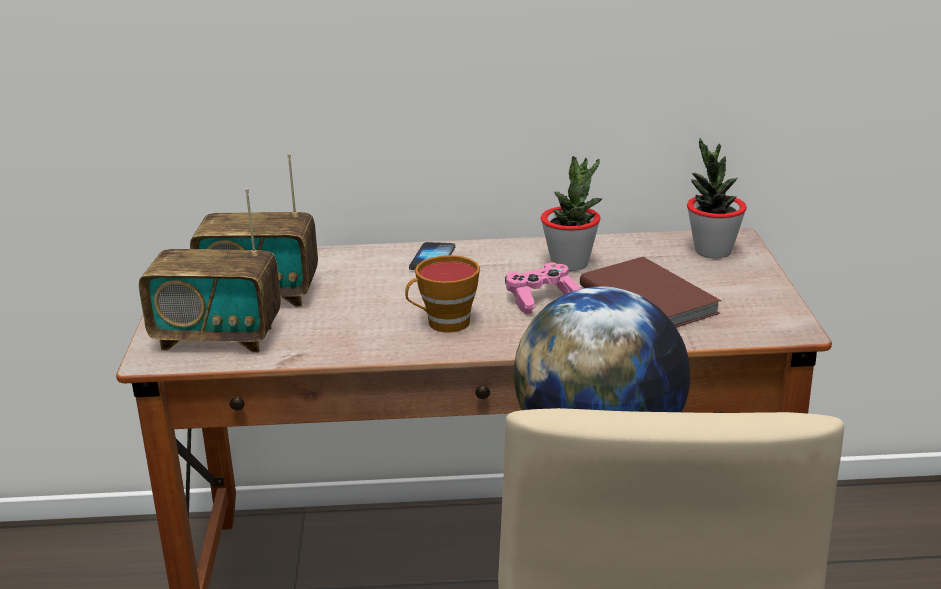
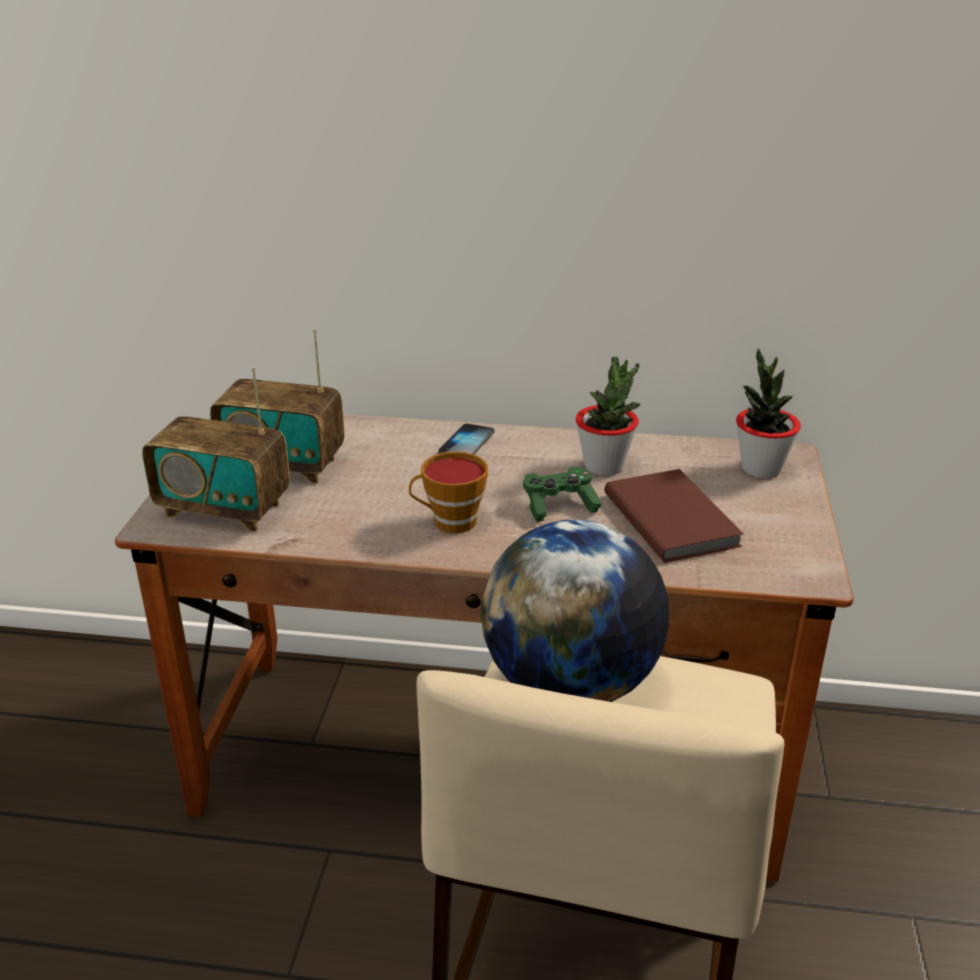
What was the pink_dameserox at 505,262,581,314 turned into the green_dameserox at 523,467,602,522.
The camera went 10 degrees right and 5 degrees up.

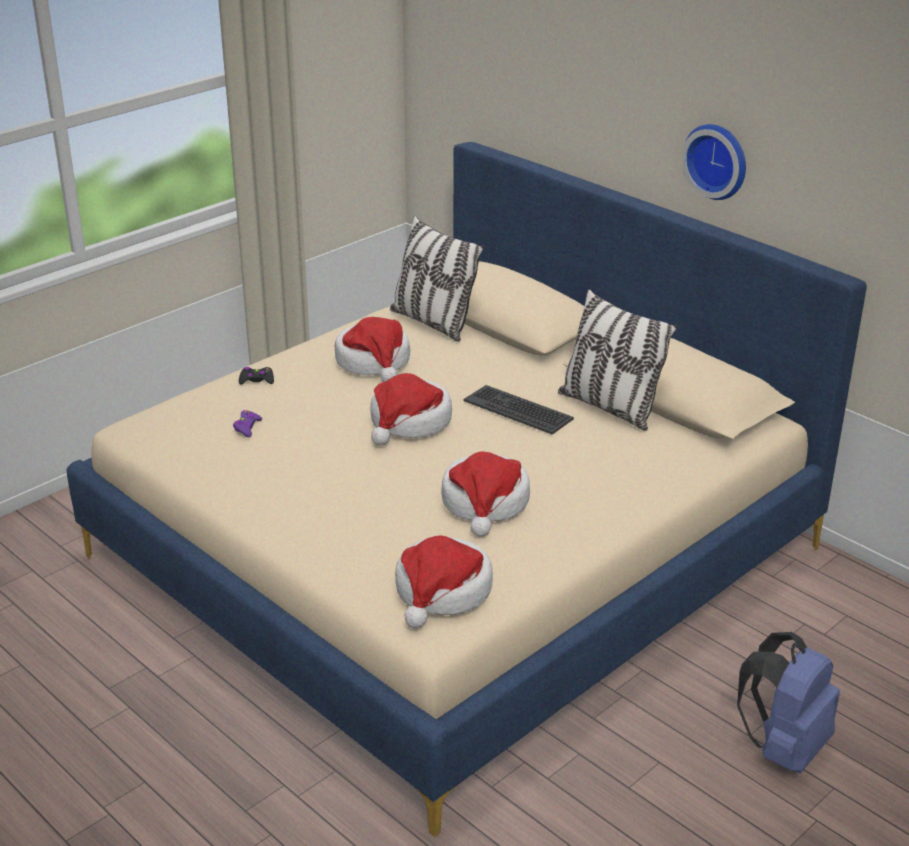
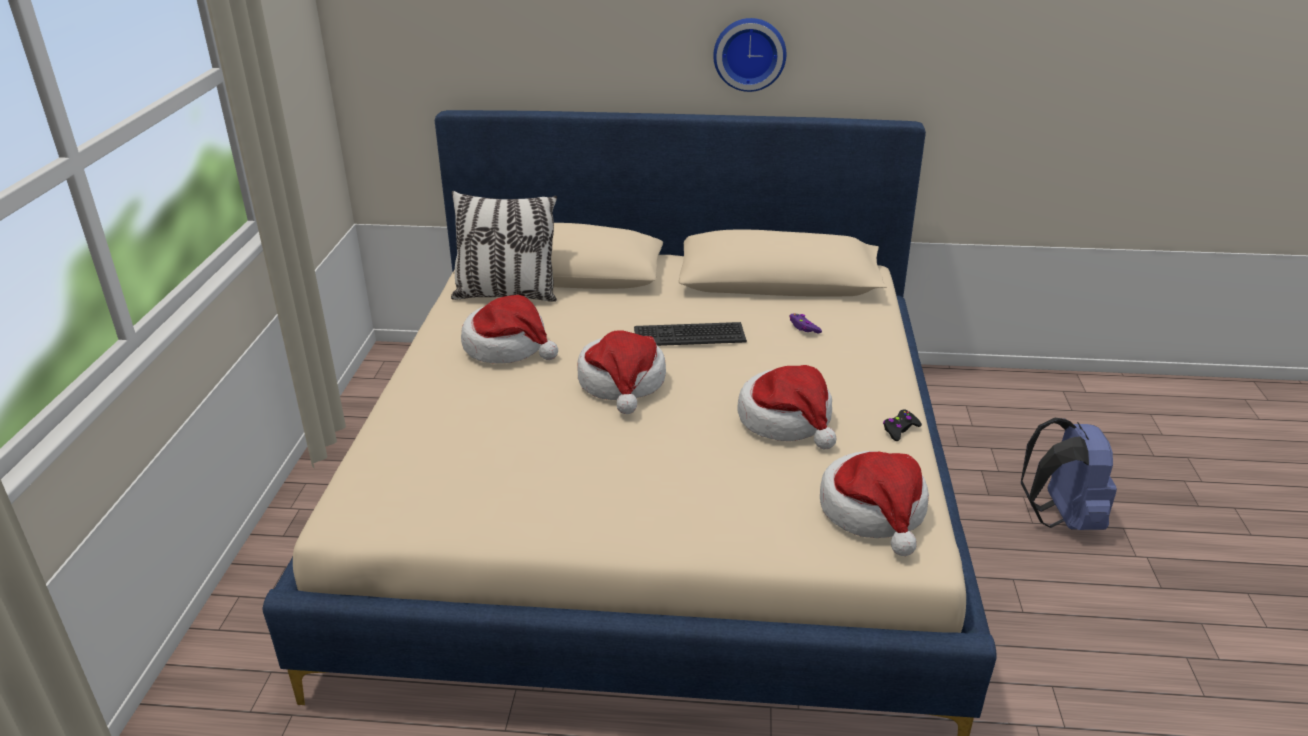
The purple_dameserox ended up elsewhere, having gone from 233,410,262,437 to 790,313,822,334.
The black_dameserox ended up elsewhere, having gone from 239,367,274,385 to 883,410,922,441.
The second view lost the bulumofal at 558,289,677,431.
The camera went 40 degrees left and 0 degrees up.

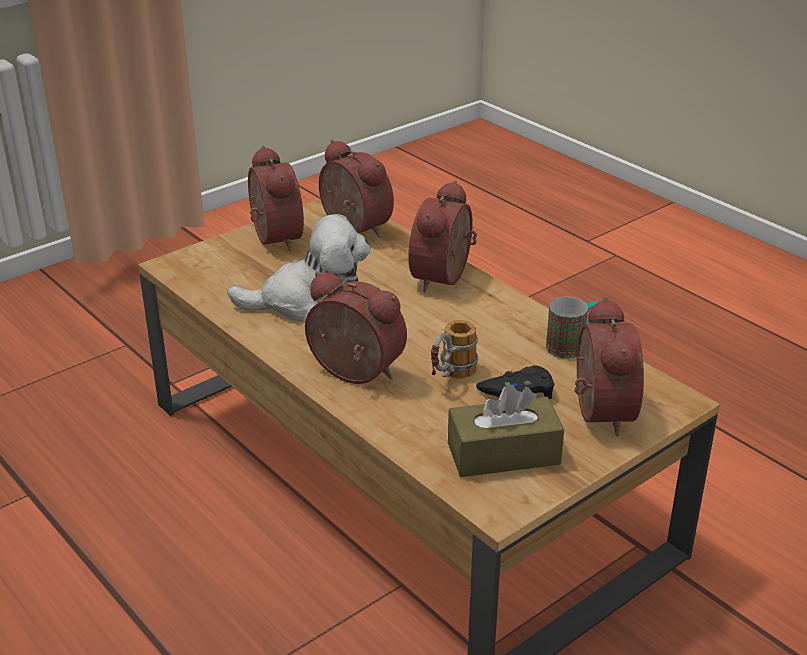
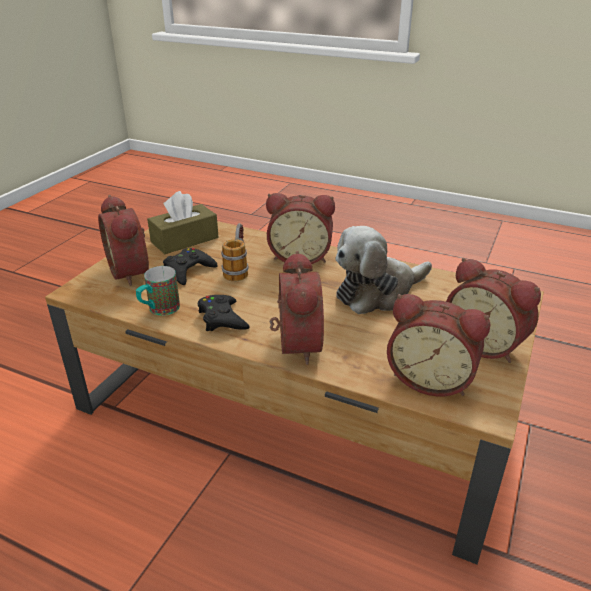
The second view gained the black_dameserox at 198,295,250,331.
The camera went 155 degrees right and 0 degrees up.

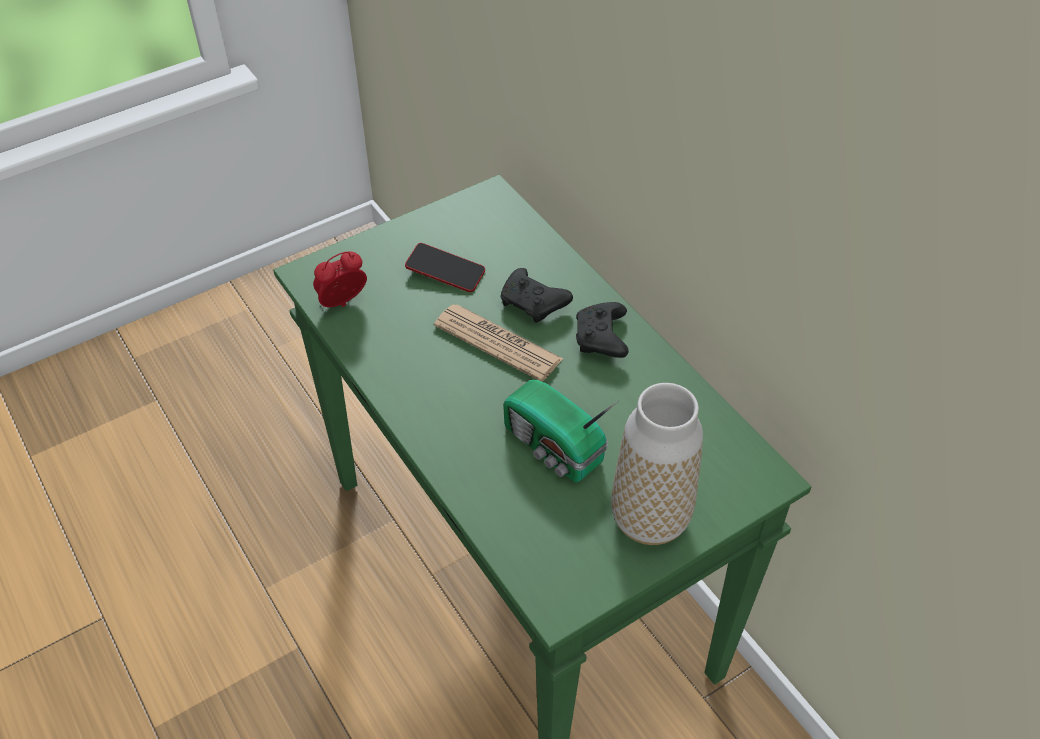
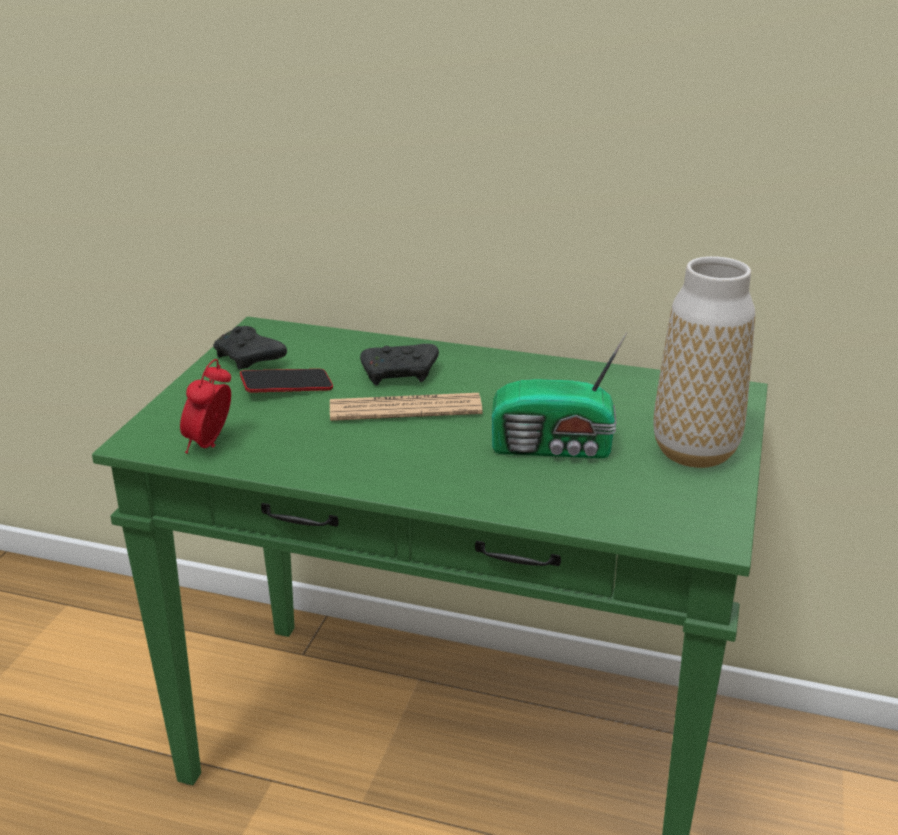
The black_dameserox ended up elsewhere, having gone from 576,302,629,358 to 213,326,287,369.
The camera went 40 degrees left and 20 degrees down.

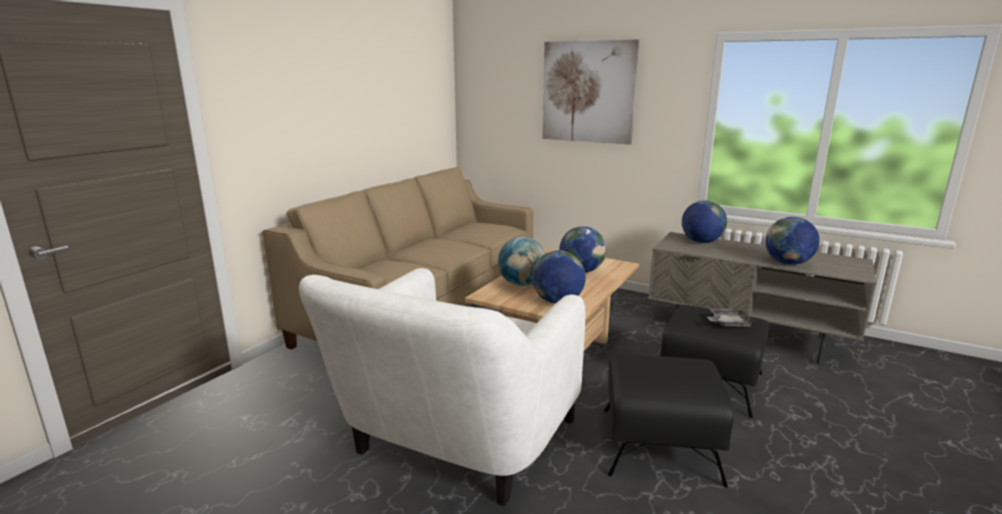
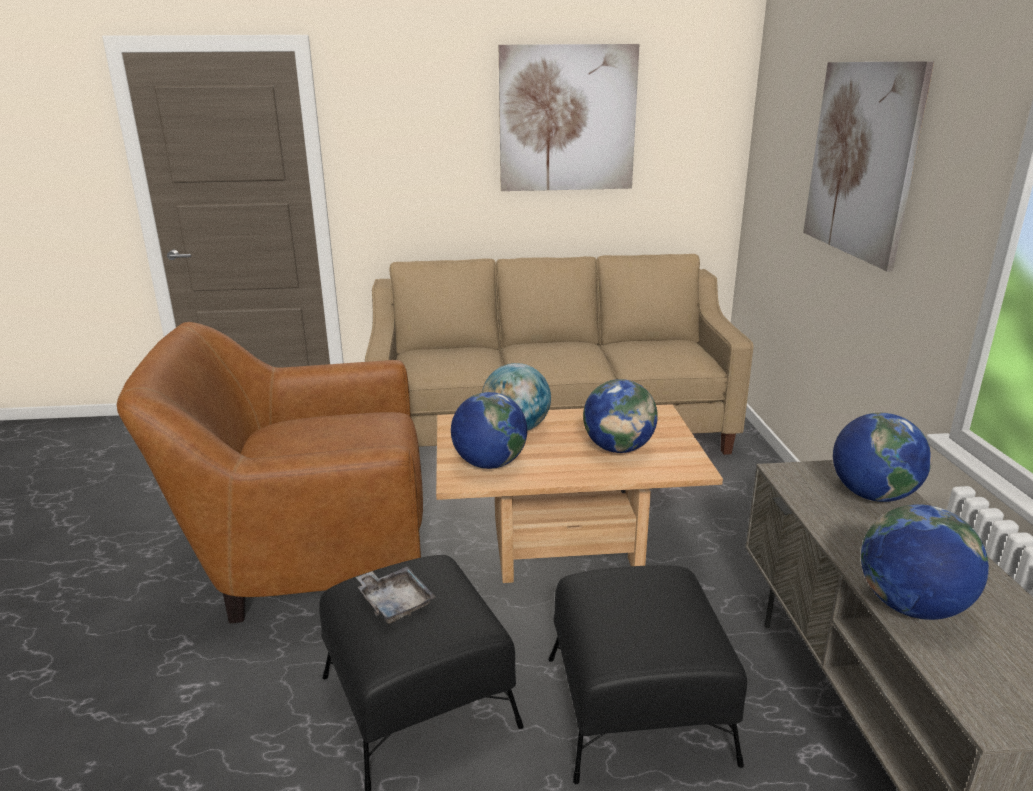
What was the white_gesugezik at 299,268,585,506 turned into the brown_gesugezik at 117,322,423,623.
The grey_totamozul ended up elsewhere, having gone from 707,309,755,327 to 356,566,436,624.
The second view gained the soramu at 499,44,639,191.
The camera went 55 degrees right and 5 degrees up.

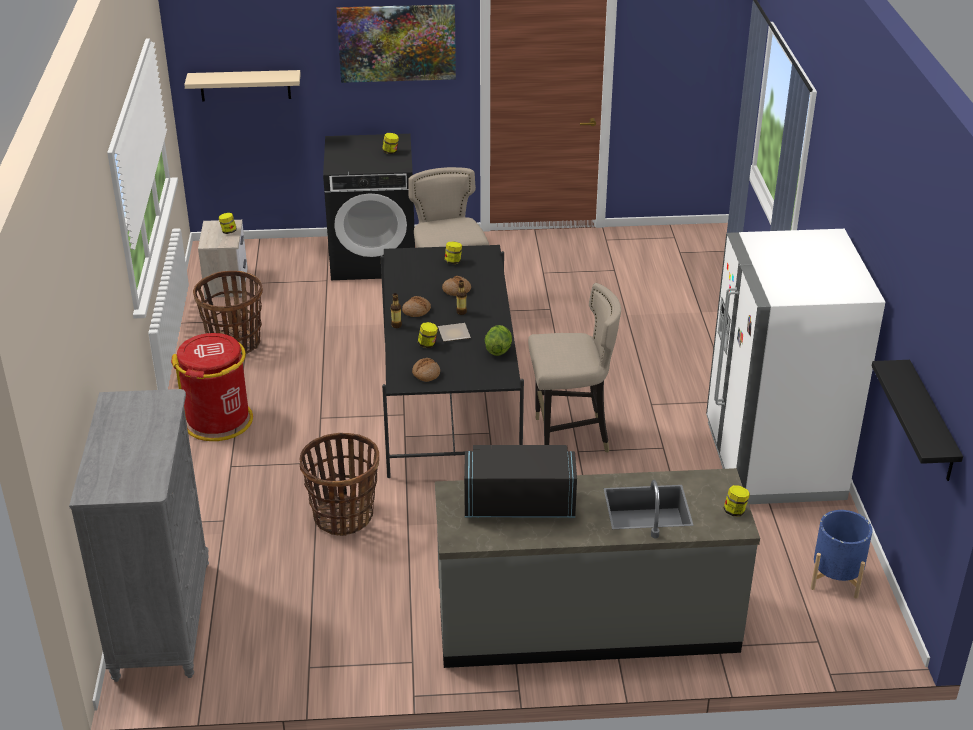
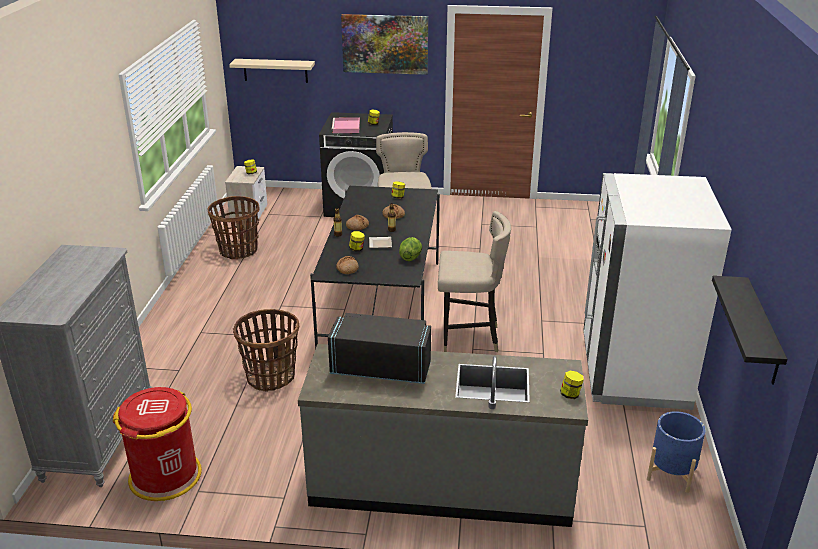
The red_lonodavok ended up elsewhere, having gone from 171,333,253,441 to 113,387,202,501.
The second view gained the pink_totamozul at 332,117,360,133.
The camera went 10 degrees right and 5 degrees down.

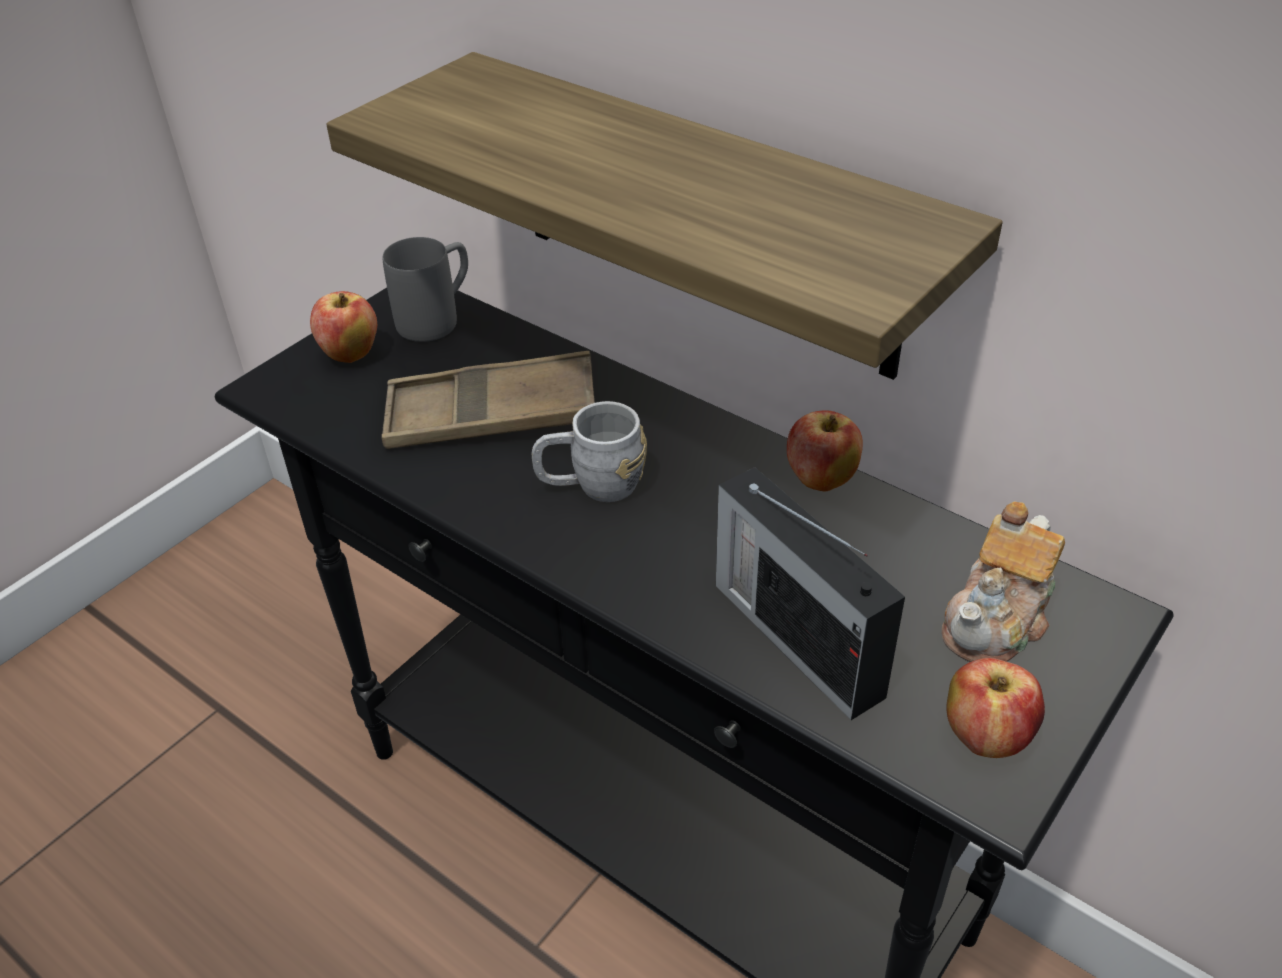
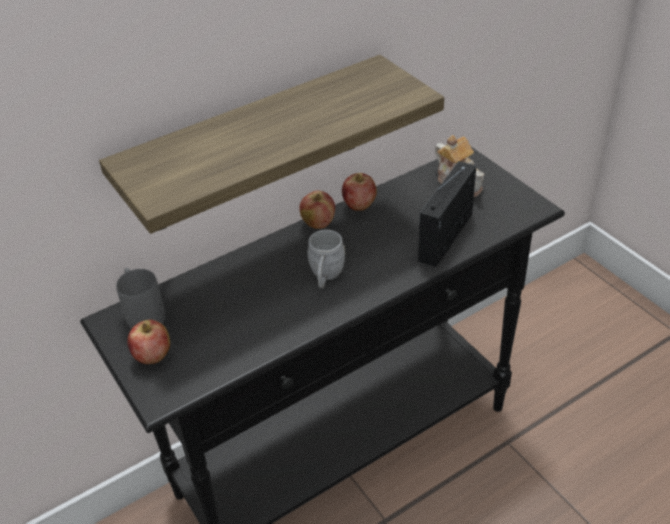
The second view lost the brown_totamozul at 381,351,595,449.
The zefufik at 716,467,905,720 ended up facing another way, 135 degrees clockwise from before.
The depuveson ended up elsewhere, having gone from 946,658,1045,758 to 299,190,335,229.
The camera went 70 degrees left and 0 degrees up.

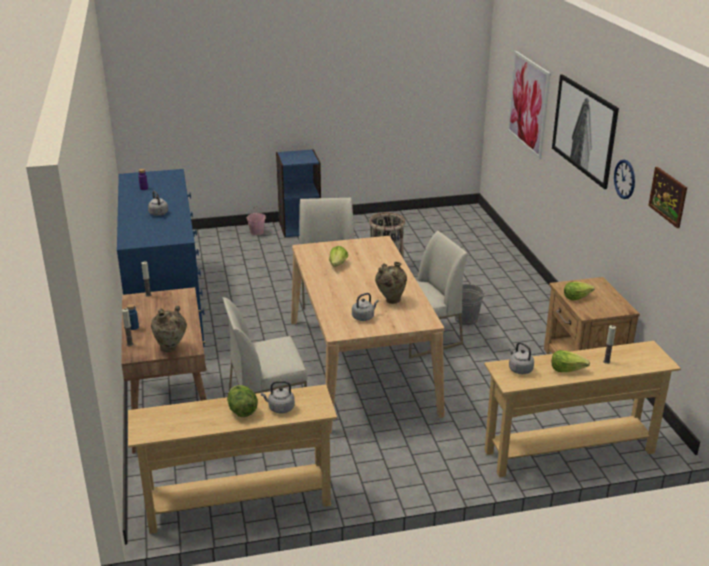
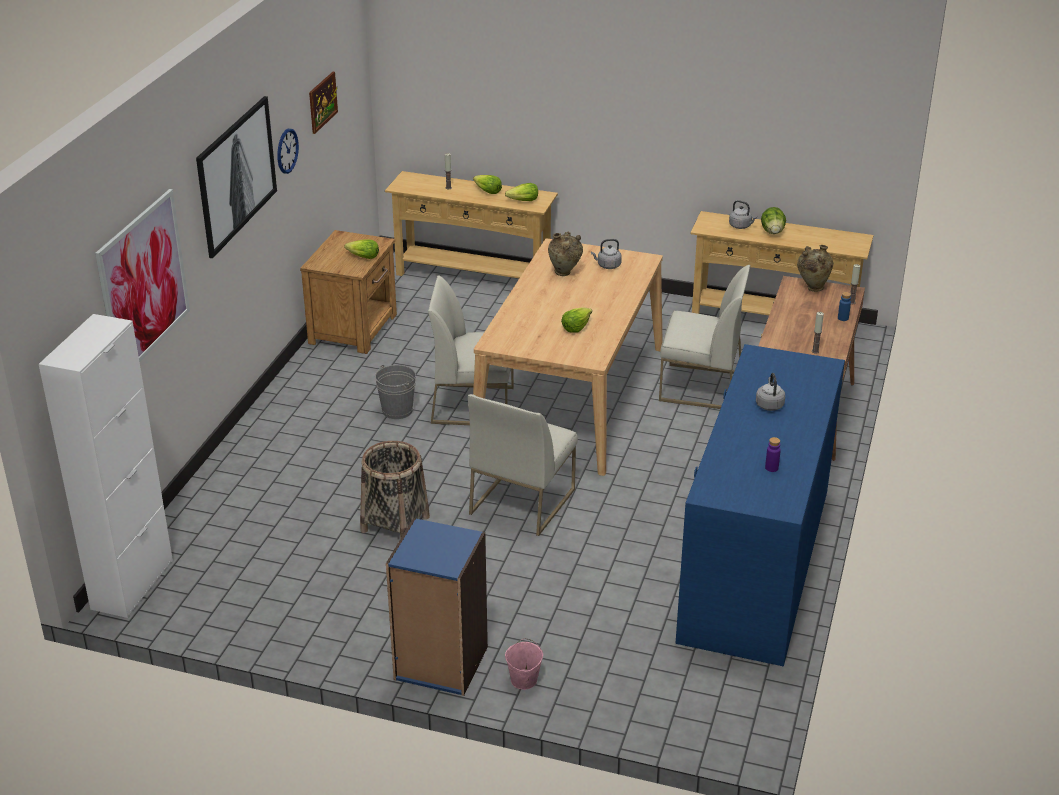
Where the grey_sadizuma stood at 509,342,534,374, the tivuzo came to stand at 505,183,538,201.
The second view gained the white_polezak at 39,314,173,618.
The camera went 150 degrees left and 5 degrees up.

